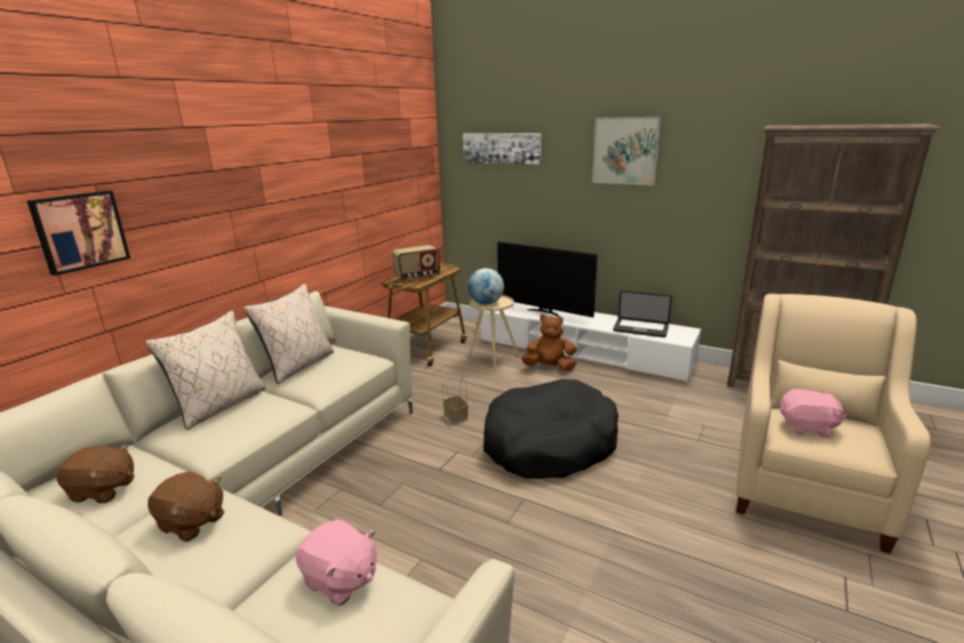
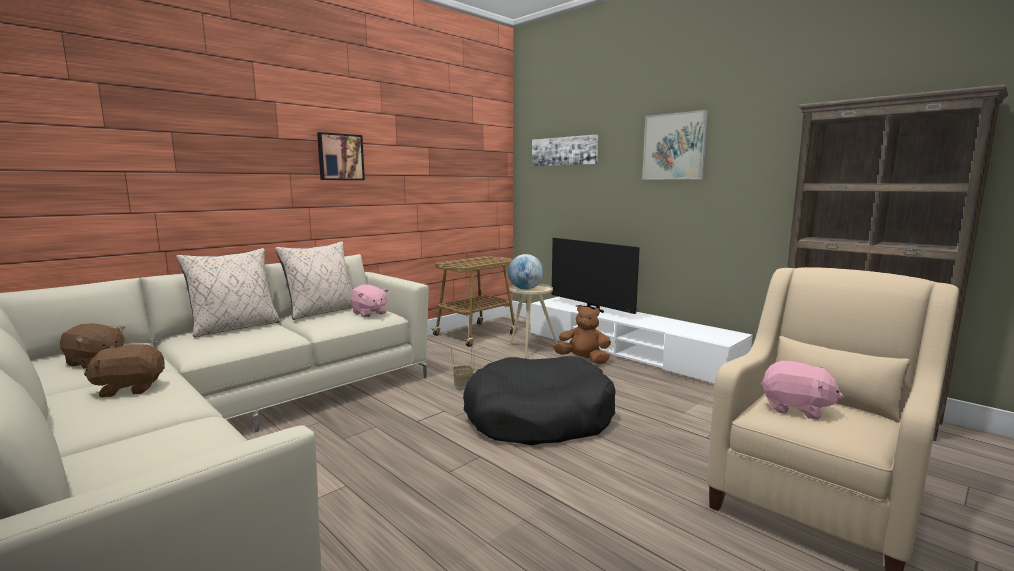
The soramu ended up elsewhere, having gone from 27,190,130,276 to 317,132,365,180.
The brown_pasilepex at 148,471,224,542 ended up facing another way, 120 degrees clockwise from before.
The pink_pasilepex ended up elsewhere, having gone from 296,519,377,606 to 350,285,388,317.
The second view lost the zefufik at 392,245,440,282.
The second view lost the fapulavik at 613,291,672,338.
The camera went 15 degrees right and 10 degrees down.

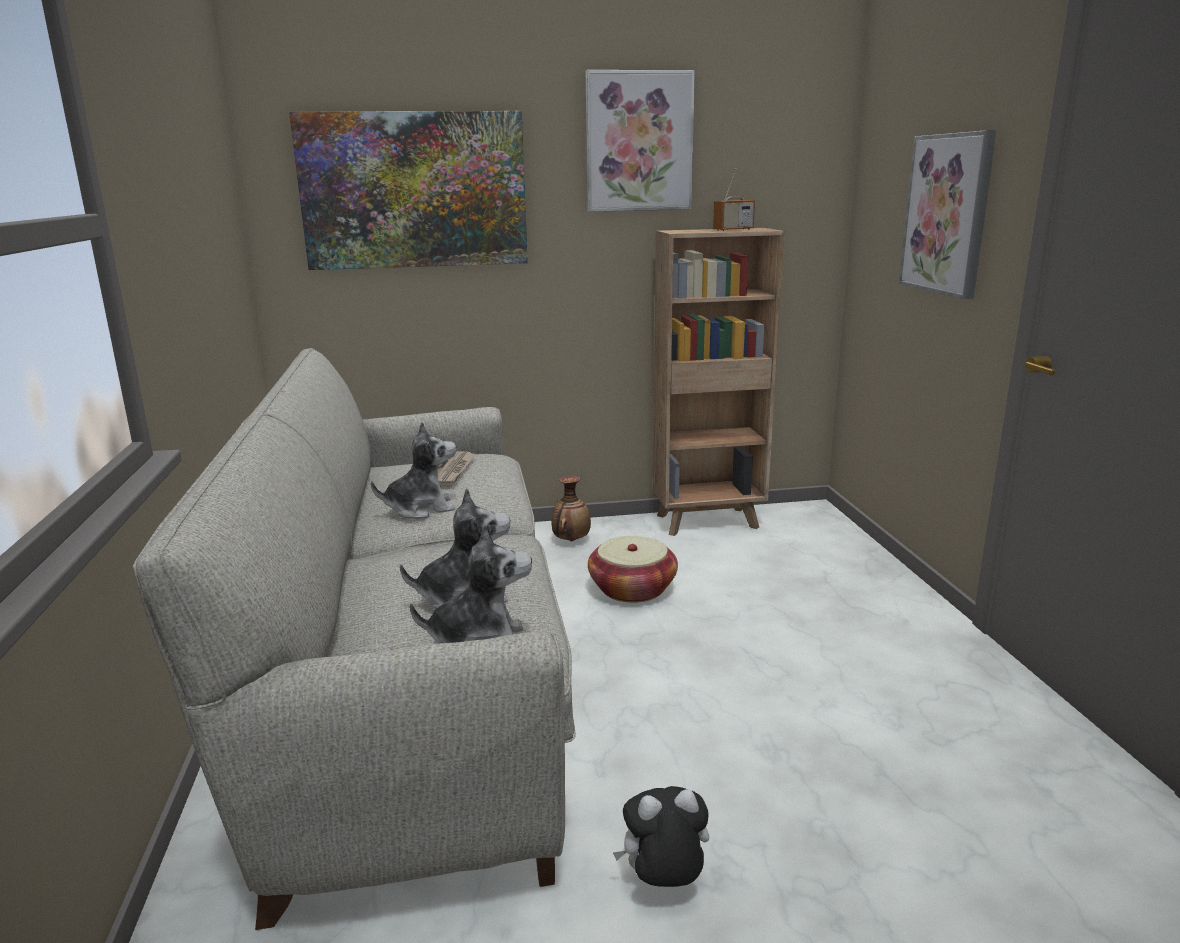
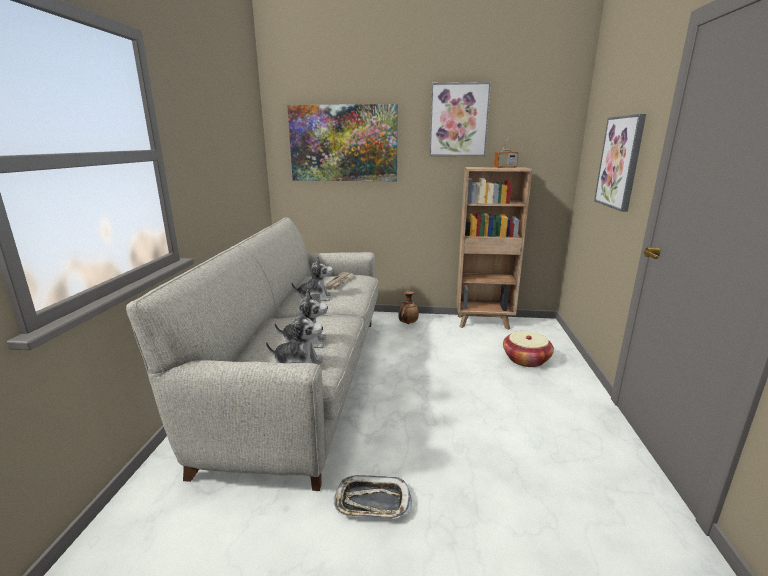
The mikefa ended up elsewhere, having gone from 588,536,678,603 to 503,331,554,367.
Where the pasilepex stood at 613,786,709,887, the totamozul came to stand at 333,475,412,519.
The camera went 15 degrees right and 0 degrees up.

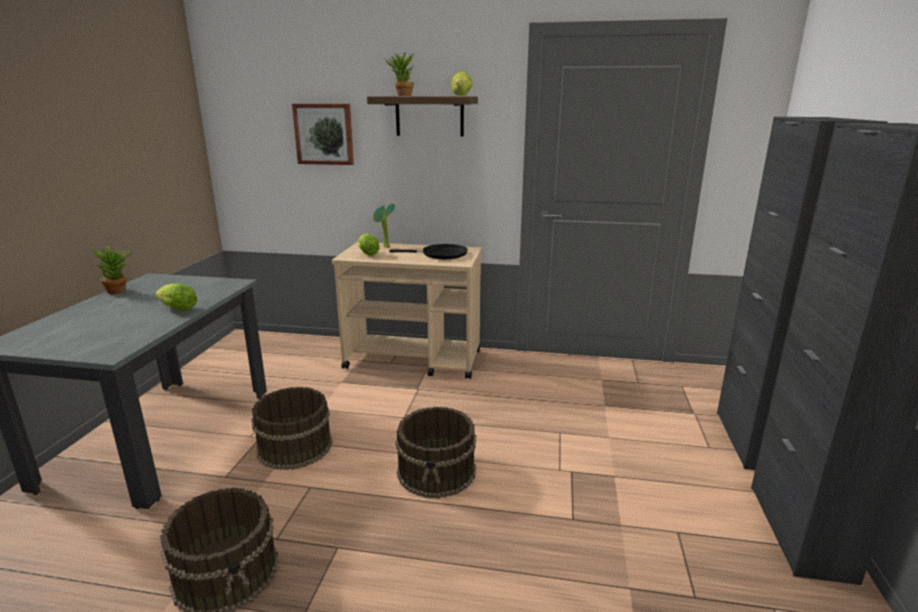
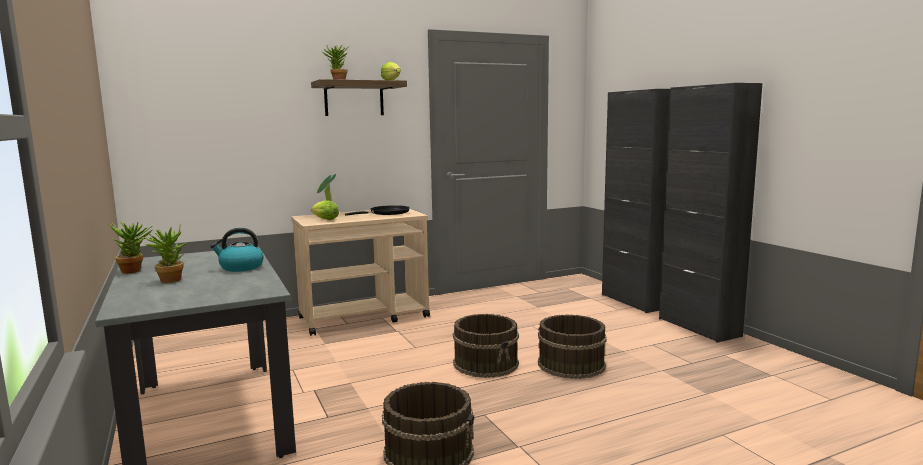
Where the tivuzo stood at 155,283,197,311, the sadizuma came to stand at 210,228,264,272.
The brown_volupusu ended up elsewhere, having gone from 251,387,333,470 to 538,314,607,379.
The second view lost the soramu at 292,104,354,165.
The second view gained the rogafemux at 141,225,188,283.
The camera went 35 degrees left and 10 degrees down.

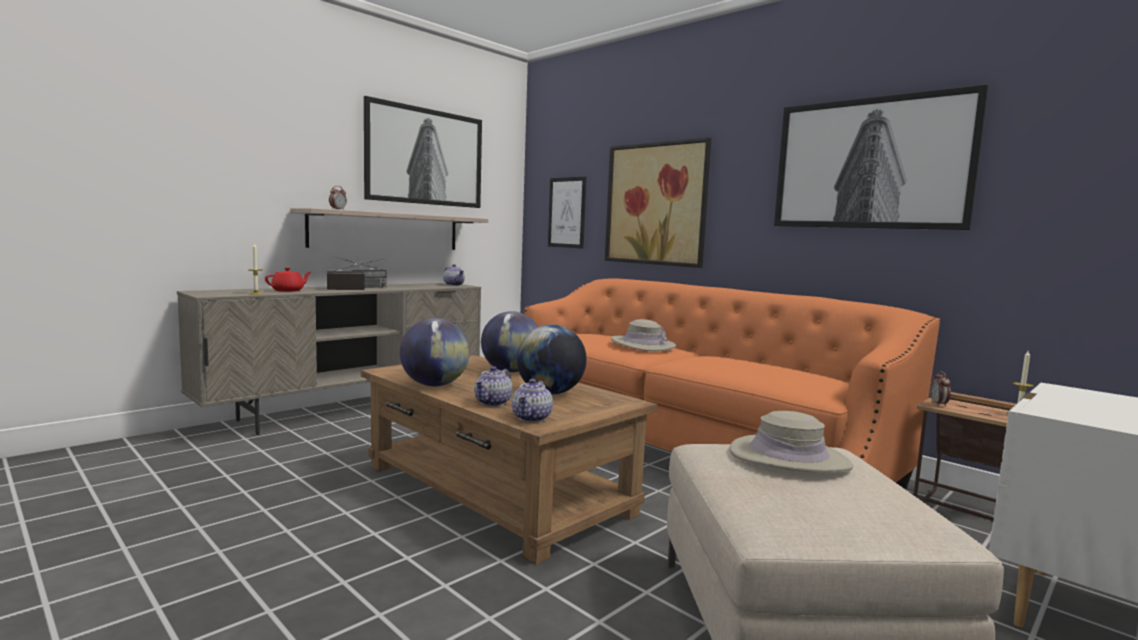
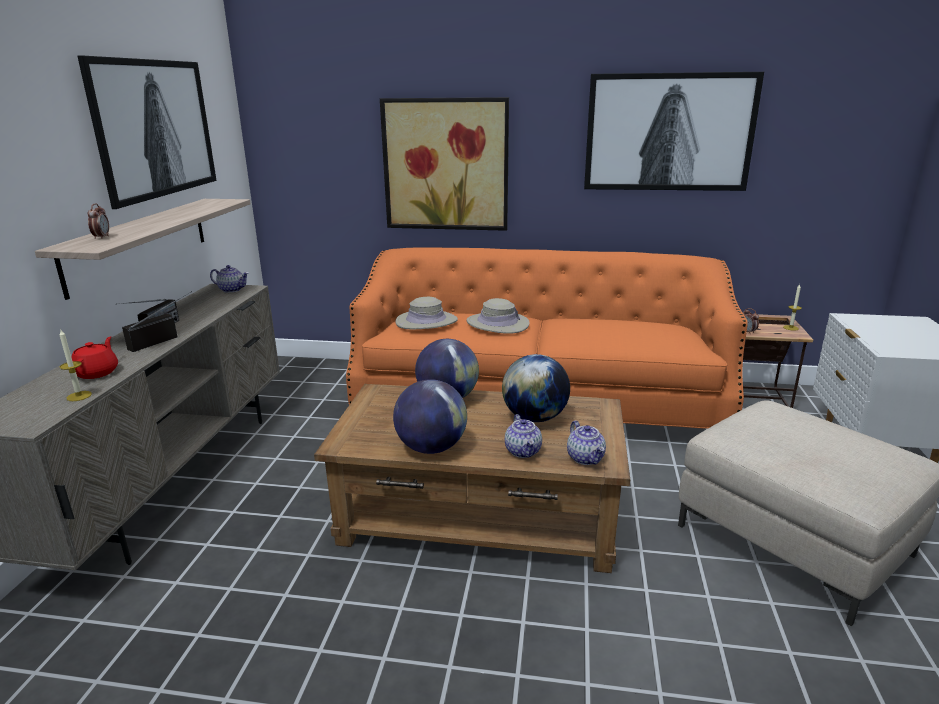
The second view lost the soramu at 548,177,587,249.
The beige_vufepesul ended up elsewhere, having gone from 729,411,854,473 to 395,297,458,329.
The camera went 35 degrees left and 15 degrees up.

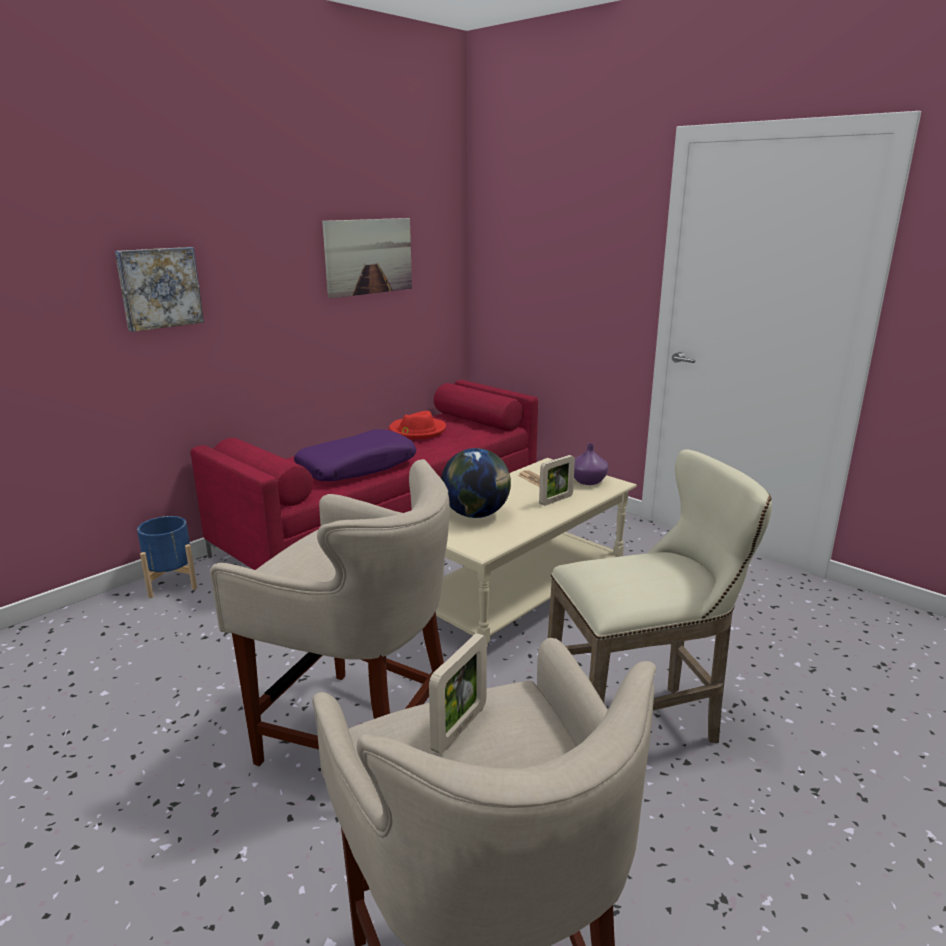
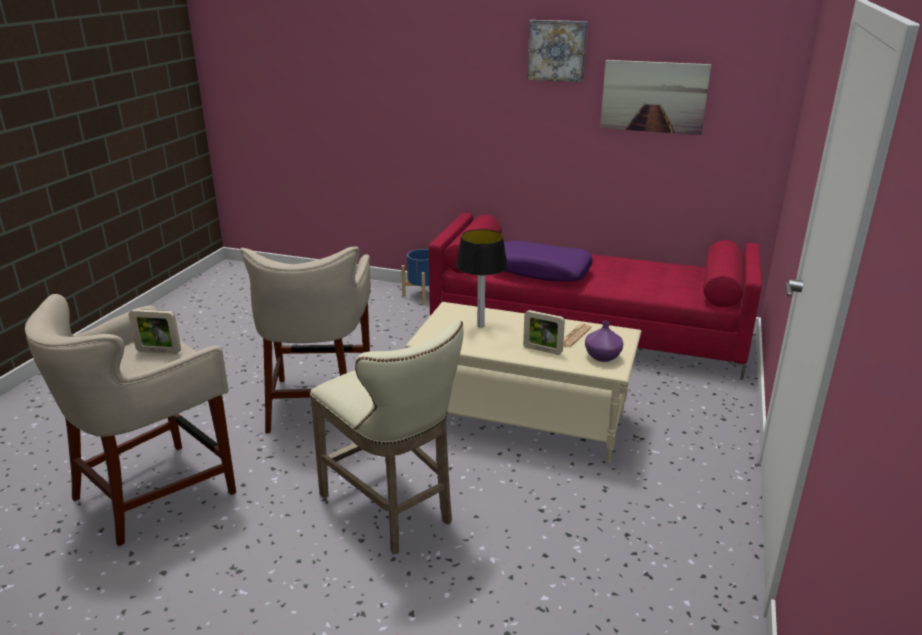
The soramu ended up elsewhere, having gone from 115,247,204,332 to 527,20,587,83.
The second view lost the red_vufepesul at 389,411,446,439.
Where the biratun stood at 441,448,511,518, the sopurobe came to stand at 456,229,508,328.
The camera went 65 degrees right and 5 degrees up.

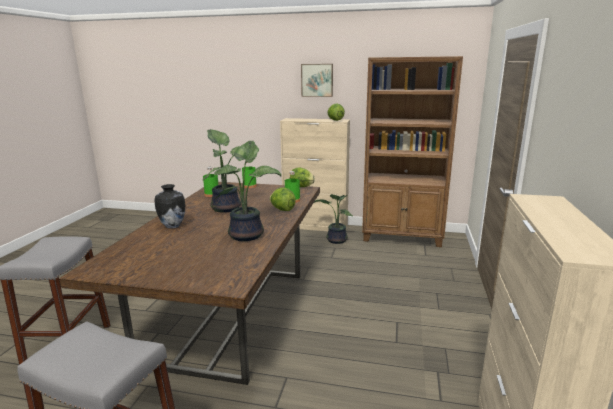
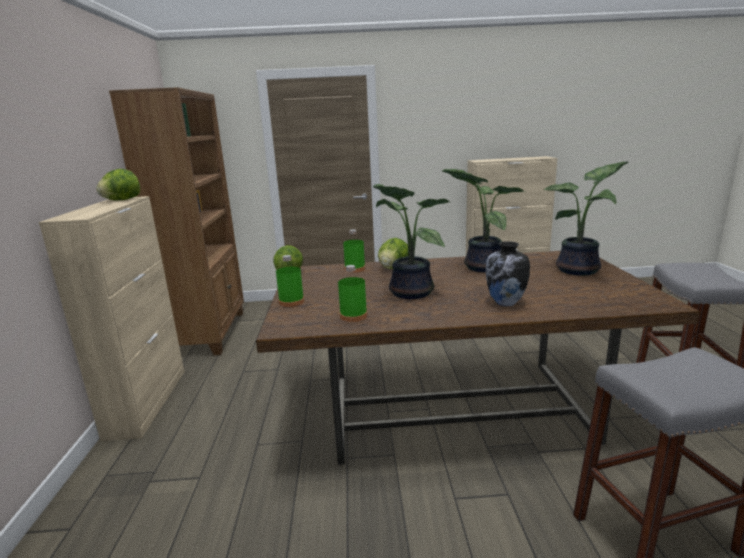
The second view lost the soramu at 301,64,333,97.
The rogafemux ended up elsewhere, having gone from 313,194,353,244 to 544,162,628,276.
The camera went 105 degrees left and 0 degrees up.

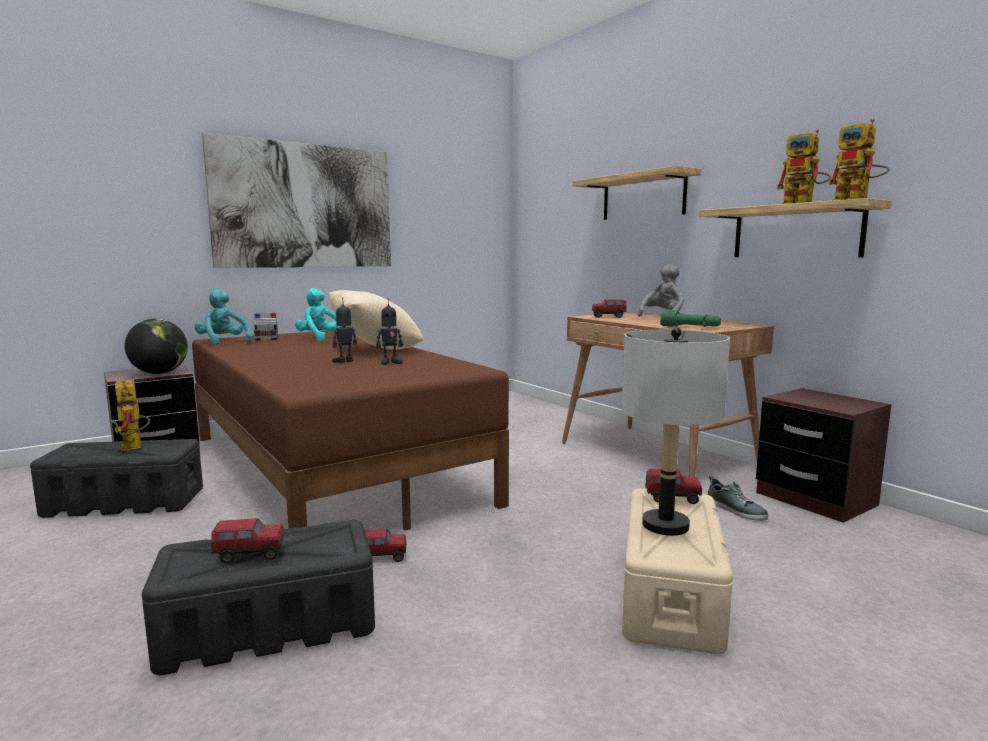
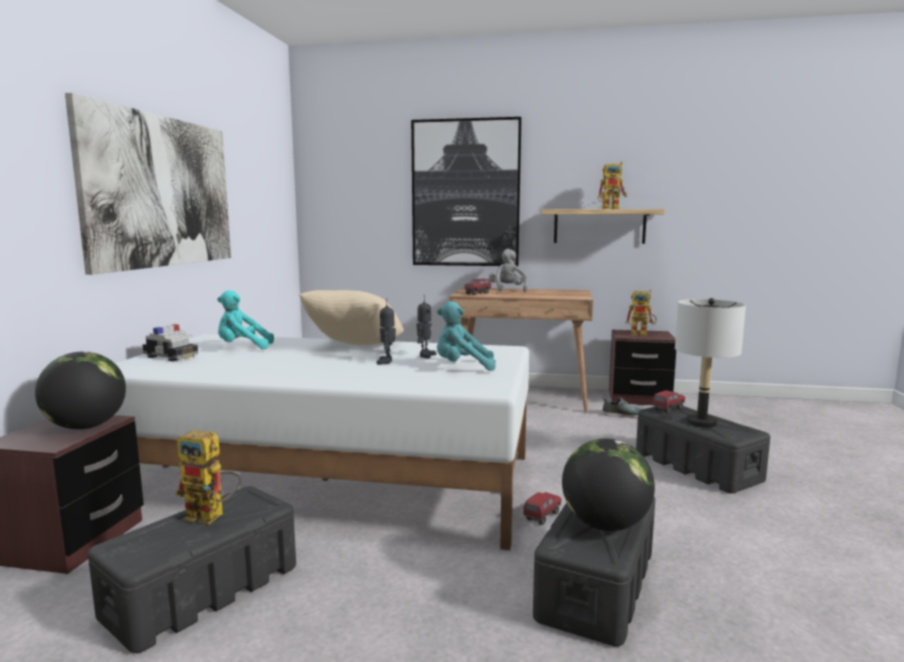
What was the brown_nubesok at 192,331,509,531 turned into the white_nubesok at 115,334,529,550.
The turquoise_pasilepex ended up elsewhere, having gone from 194,289,252,345 to 437,301,496,371.
Where the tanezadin stood at 211,518,284,563, the biratun came to stand at 562,438,655,531.
Where the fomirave hung at 572,166,701,220, the soramu came to hang at 411,117,522,266.
What was the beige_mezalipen at 622,488,733,654 turned into the black_mezalipen at 636,406,770,493.
The second view lost the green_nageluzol at 660,310,721,327.
The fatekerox ended up elsewhere, having gone from 828,118,889,201 to 625,290,657,336.
The camera went 45 degrees left and 0 degrees up.

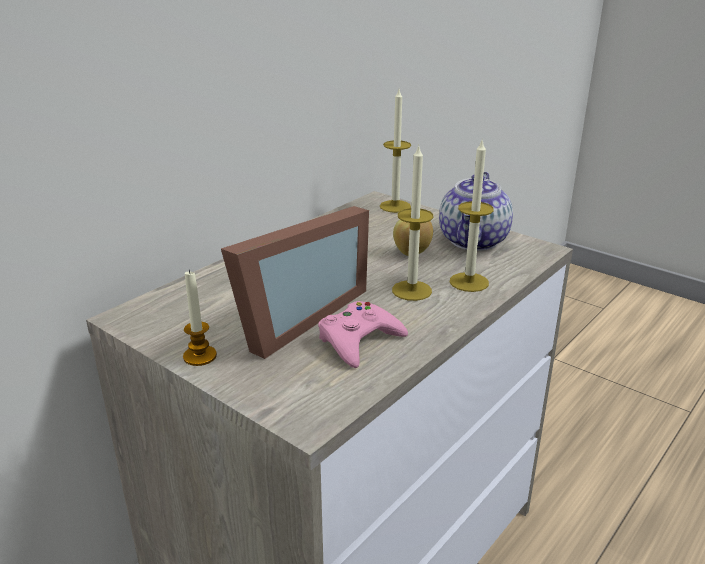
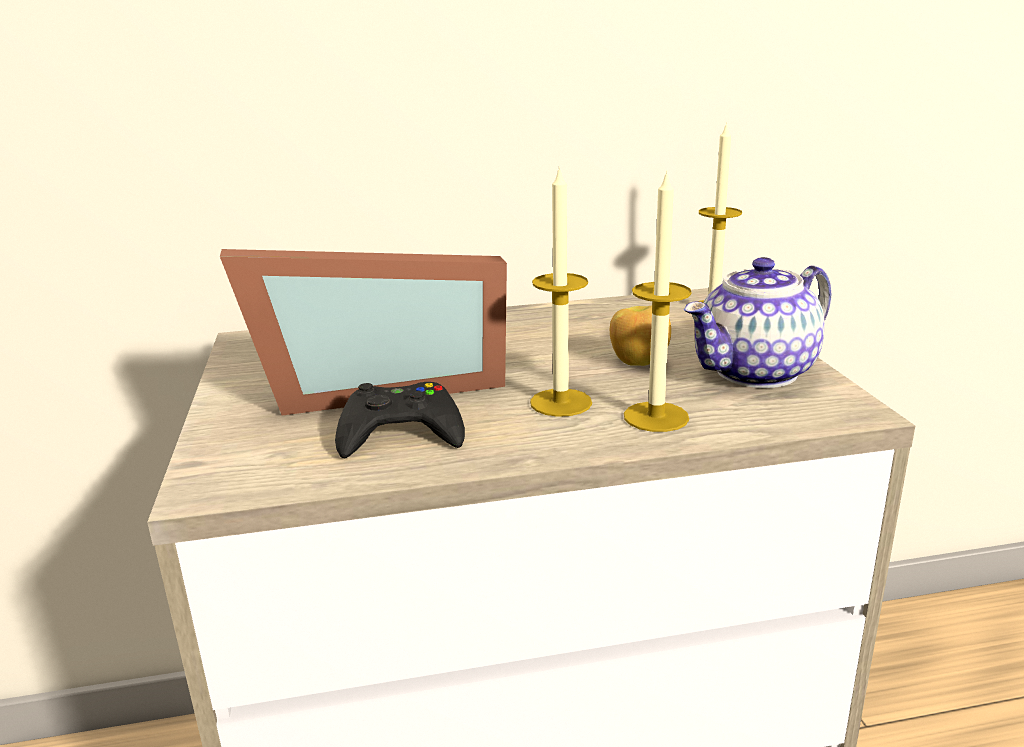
The second view lost the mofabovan at 183,270,217,366.
What was the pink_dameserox at 318,301,408,368 turned into the black_dameserox at 335,382,465,458.
The camera went 40 degrees right and 5 degrees down.

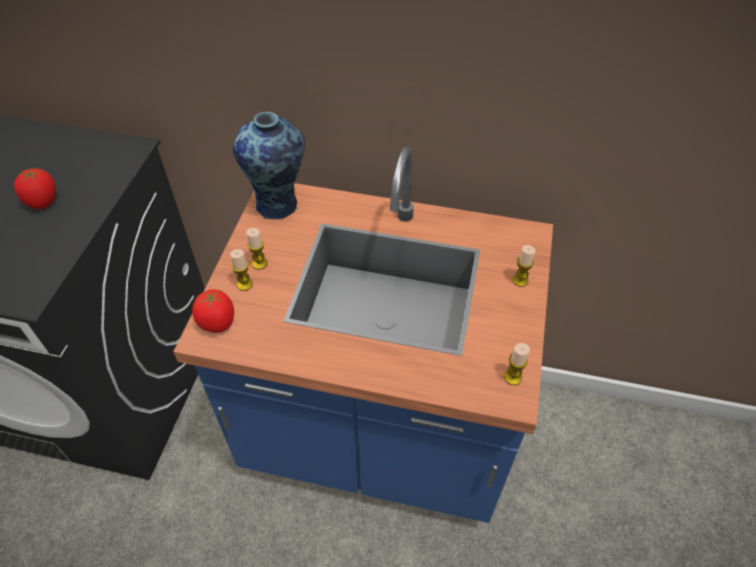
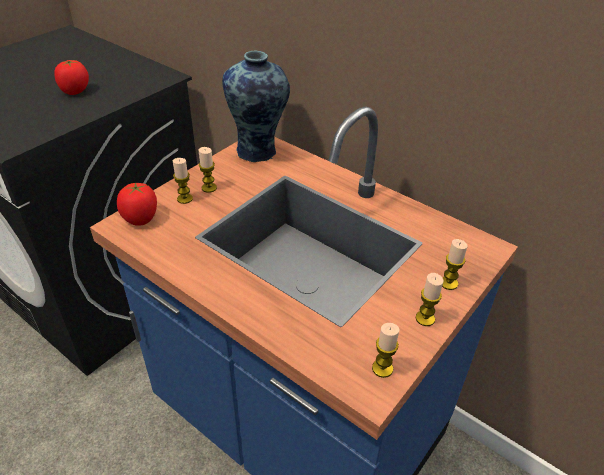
The second view gained the mofabovan at 416,273,444,326.
The camera went 25 degrees right and 10 degrees down.

